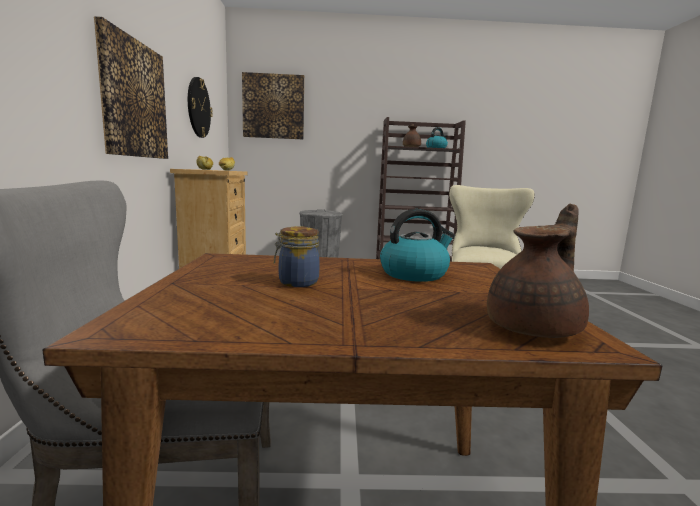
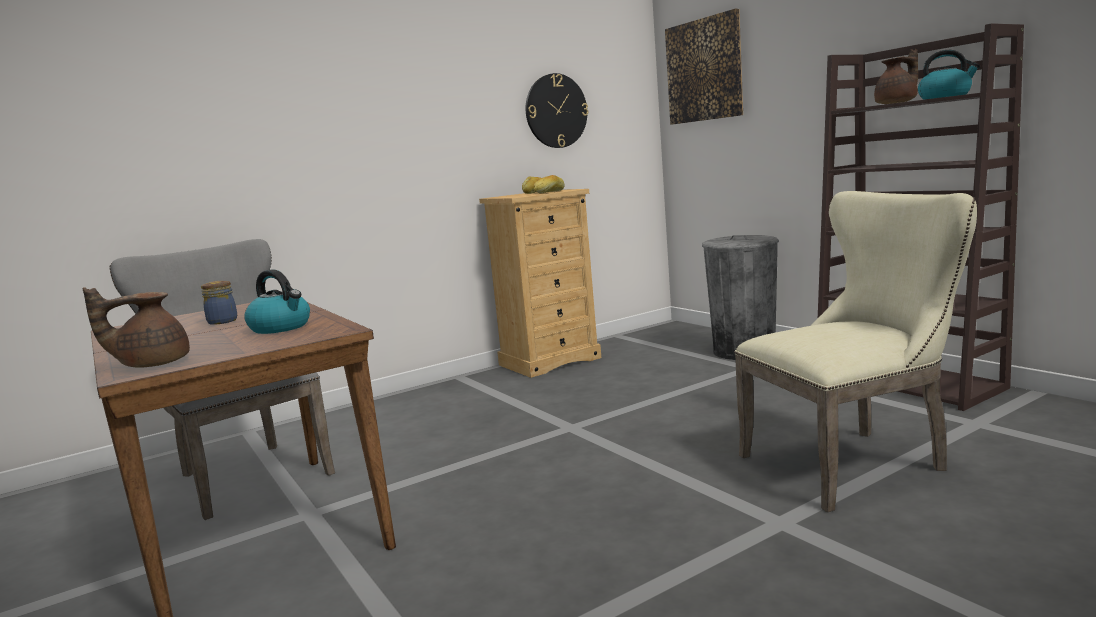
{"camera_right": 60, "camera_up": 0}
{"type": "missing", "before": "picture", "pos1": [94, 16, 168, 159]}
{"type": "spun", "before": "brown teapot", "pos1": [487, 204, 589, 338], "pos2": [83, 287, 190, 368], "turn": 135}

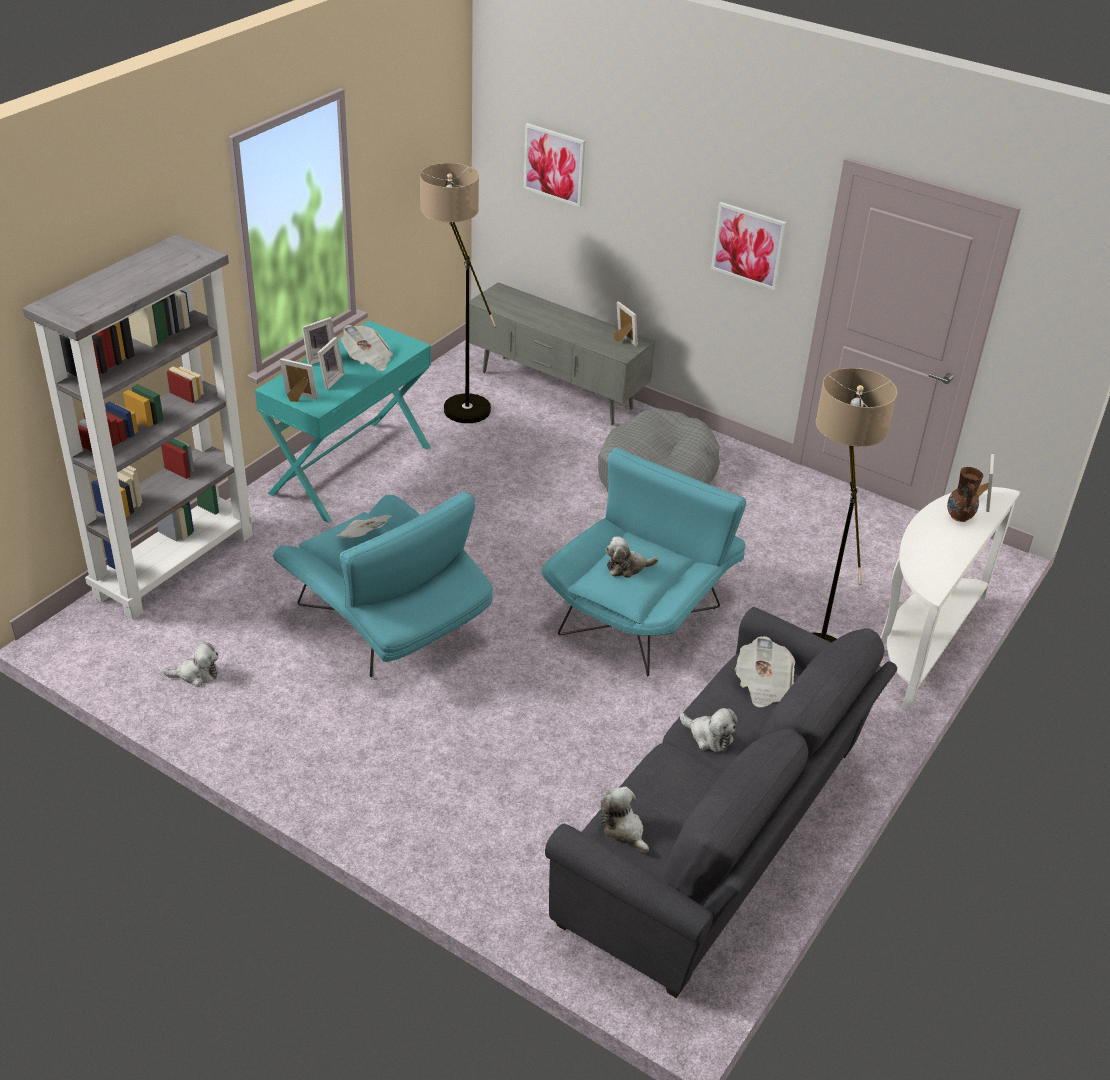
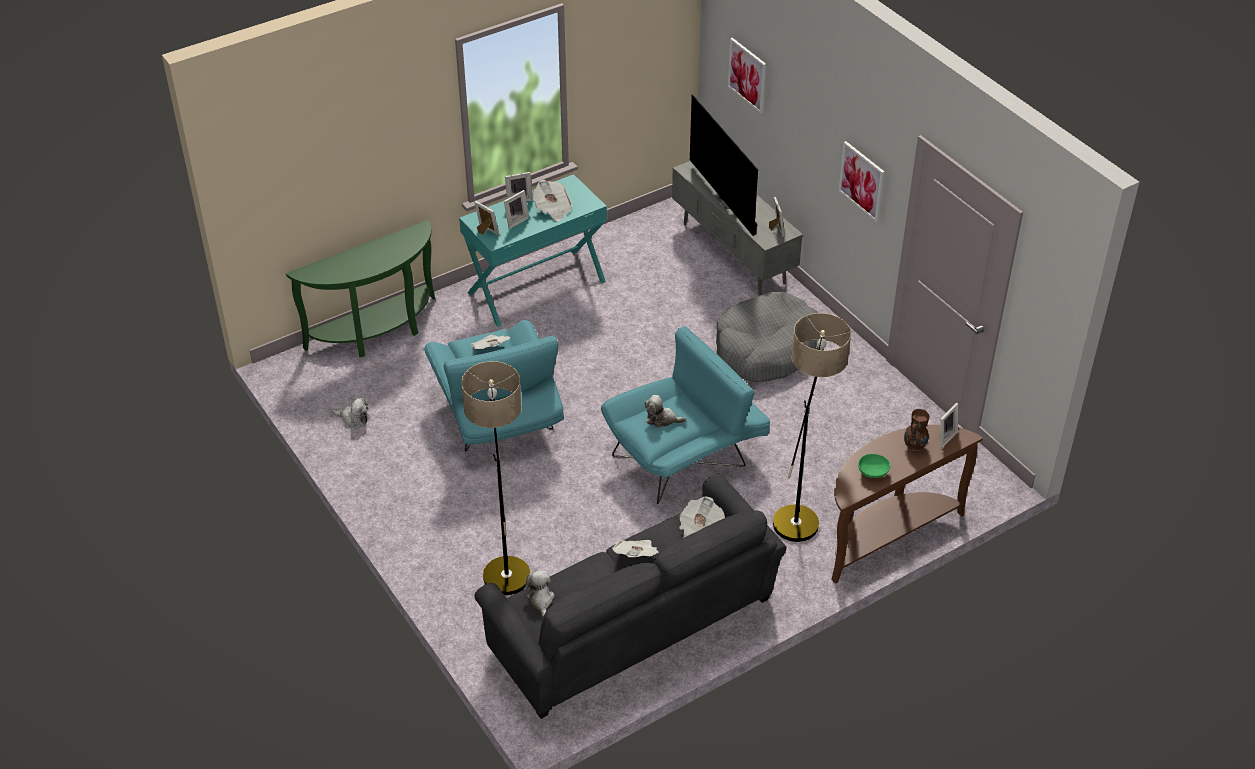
{"camera_right": 25, "camera_up": 5}
{"type": "relocated", "before": "floor lamp", "pos1": [420, 163, 496, 423], "pos2": [461, 361, 530, 595]}
{"type": "exchanged", "before": "grey bookcase", "after": "green console table", "pos1": [22, 234, 255, 620], "pos2": [286, 220, 435, 357]}
{"type": "colour", "before": "white console table", "after": "brown console table", "pos1": [880, 487, 1020, 711], "pos2": [831, 425, 983, 584]}
{"type": "exchanged", "before": "plush toy", "after": "newspaper", "pos1": [680, 708, 738, 752], "pos2": [612, 540, 659, 557]}
{"type": "appeared", "after": "television", "pos2": [690, 94, 758, 236]}
{"type": "appeared", "after": "green bowl", "pos2": [858, 454, 890, 478]}

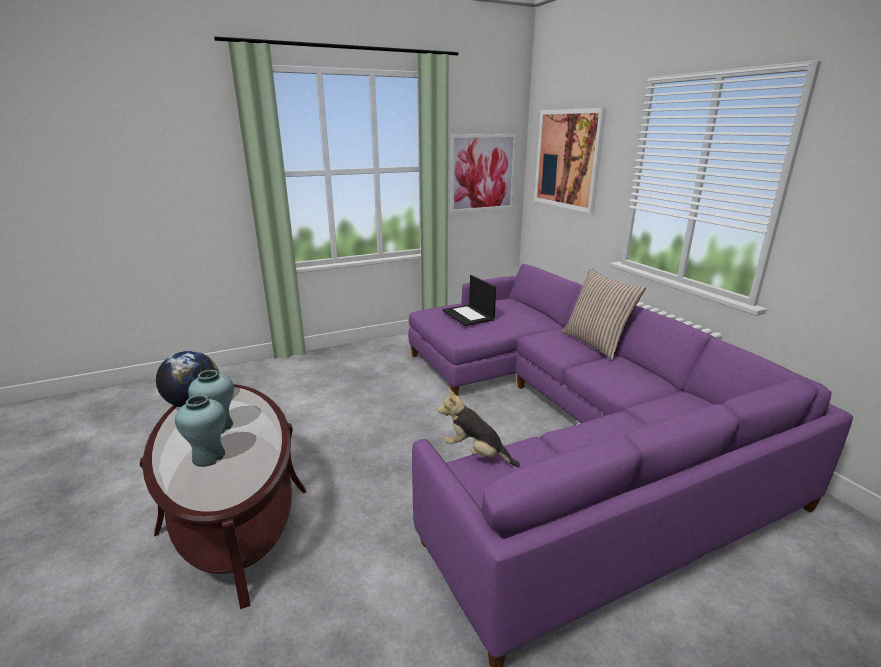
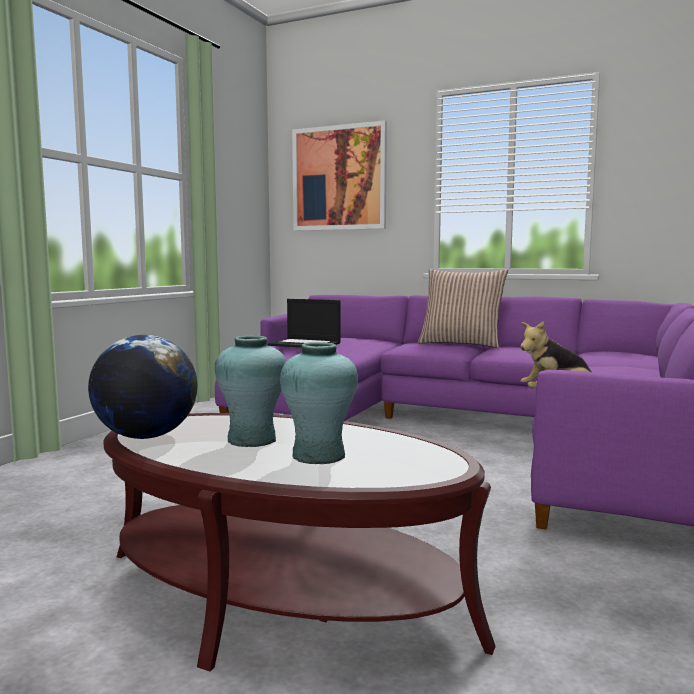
{"camera_right": -40, "camera_up": -15}
{"type": "missing", "before": "picture", "pos1": [450, 134, 517, 213]}

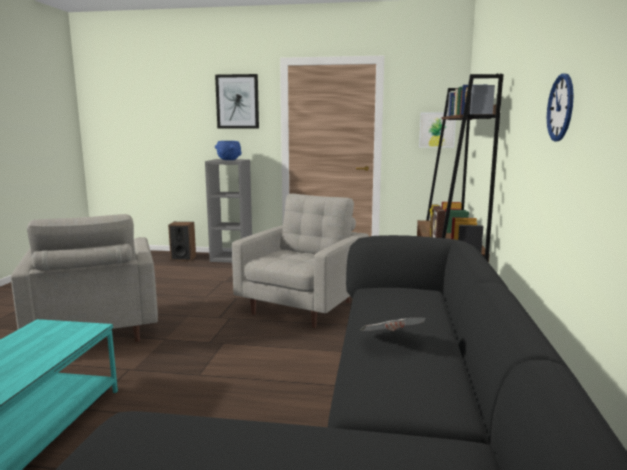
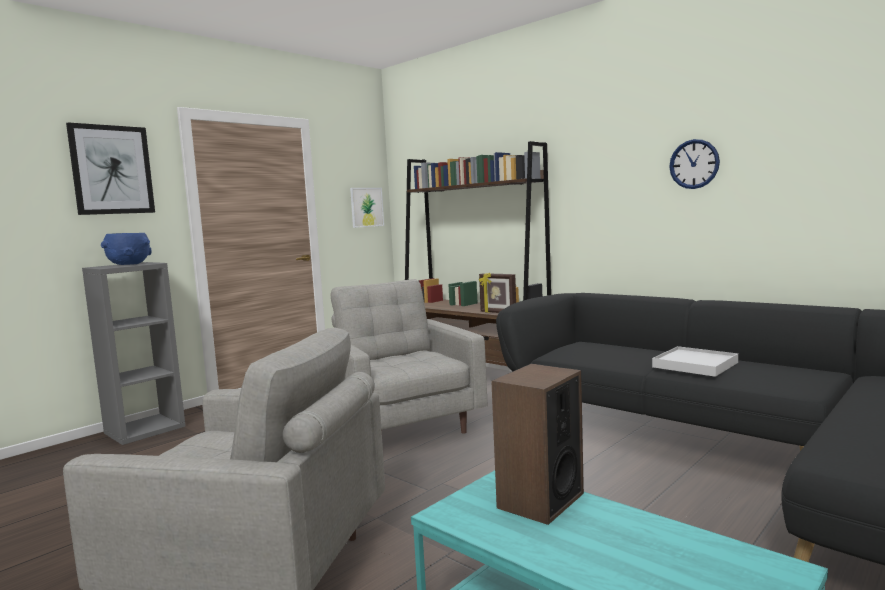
{"camera_right": -55, "camera_up": -5}
{"type": "relocated", "before": "speaker", "pos1": [168, 222, 196, 261], "pos2": [491, 364, 584, 525]}
{"type": "exchanged", "before": "newspaper", "after": "white tray", "pos1": [360, 317, 426, 331], "pos2": [652, 346, 738, 377]}

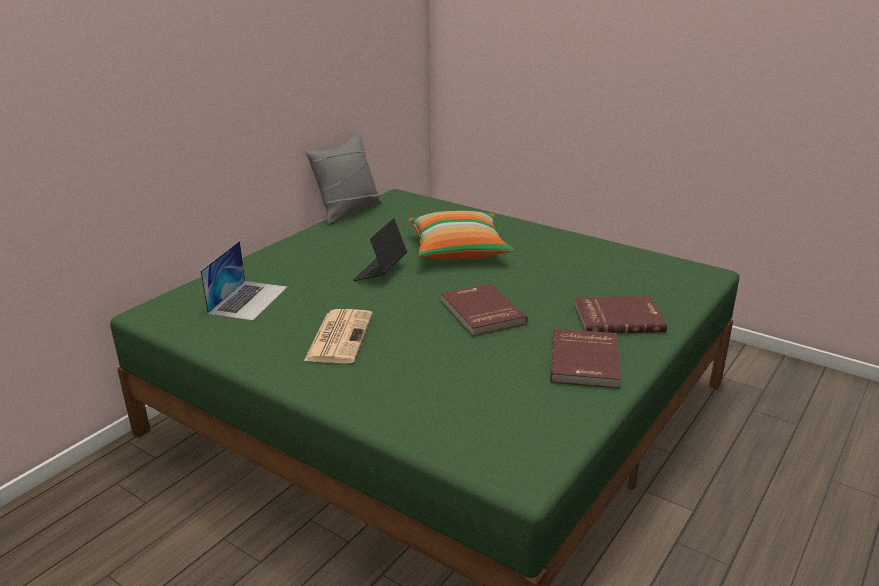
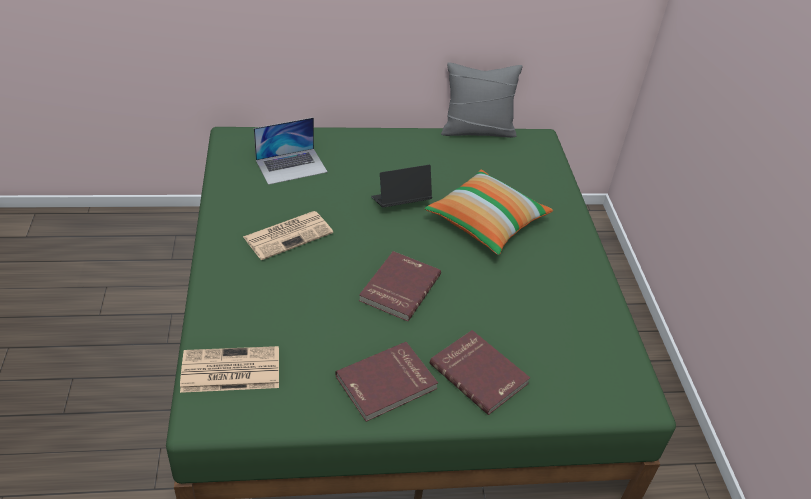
{"camera_right": 45, "camera_up": 15}
{"type": "appeared", "after": "newspaper", "pos2": [180, 346, 279, 393]}

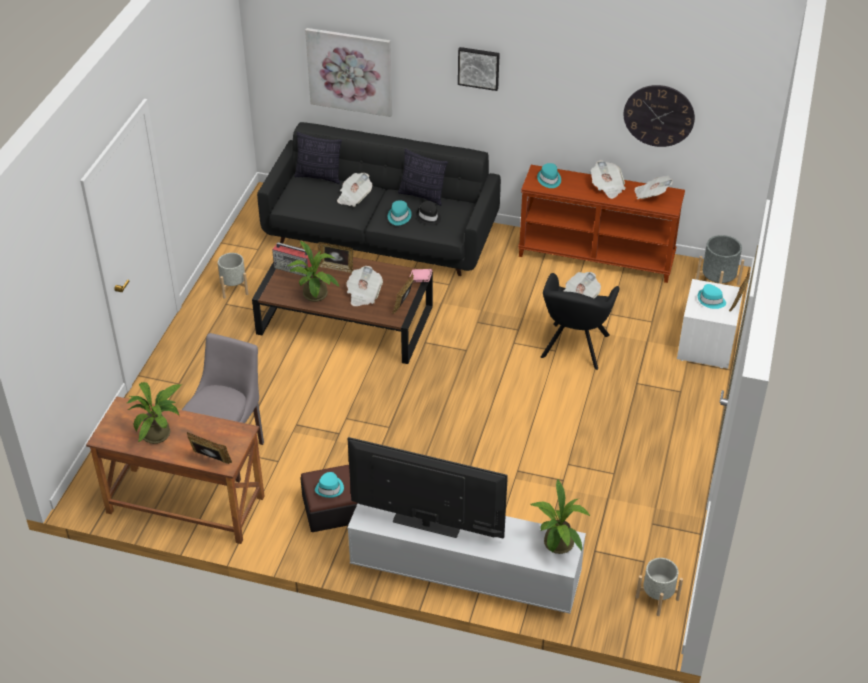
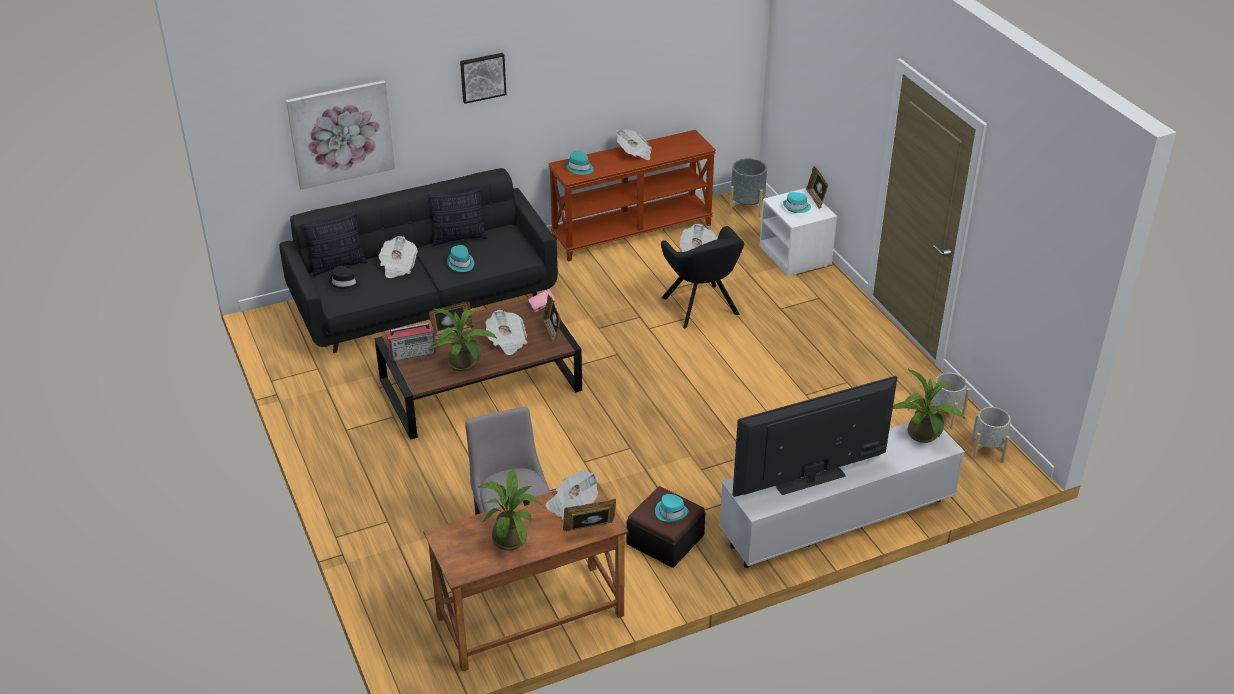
{"camera_right": -40, "camera_up": -5}
{"type": "missing", "before": "wall clock", "pos1": [624, 85, 695, 147]}
{"type": "relocated", "before": "newspaper", "pos1": [635, 176, 673, 199], "pos2": [546, 470, 599, 520]}
{"type": "relocated", "before": "black hat", "pos1": [416, 201, 441, 225], "pos2": [329, 266, 360, 291]}
{"type": "relocated", "before": "grey planter", "pos1": [217, 253, 248, 299], "pos2": [929, 373, 970, 429]}

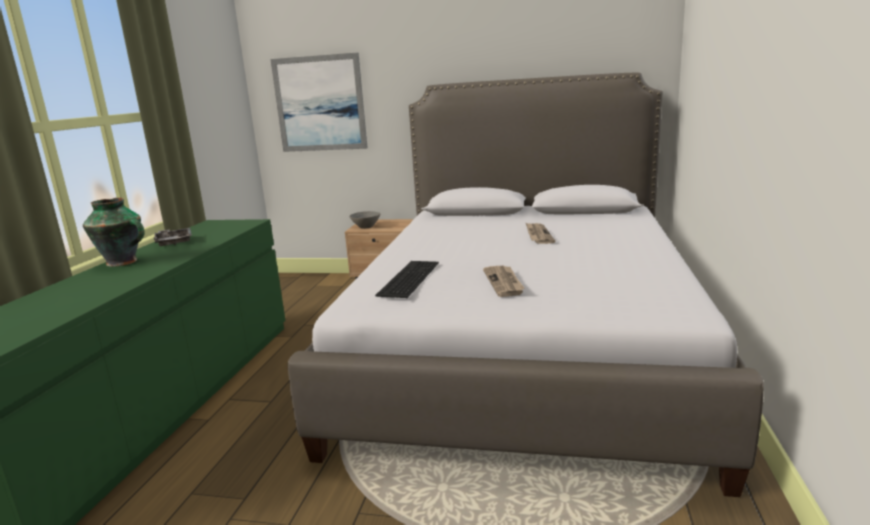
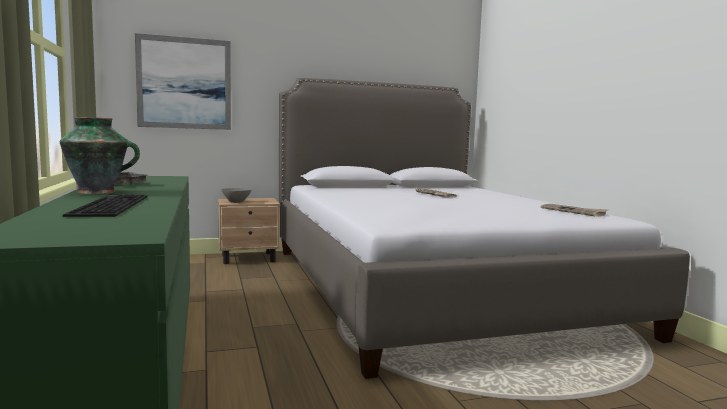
{"camera_right": -30, "camera_up": -10}
{"type": "relocated", "before": "keyboard", "pos1": [375, 261, 439, 298], "pos2": [63, 194, 147, 217]}
{"type": "relocated", "before": "newspaper", "pos1": [483, 266, 524, 297], "pos2": [540, 204, 609, 217]}

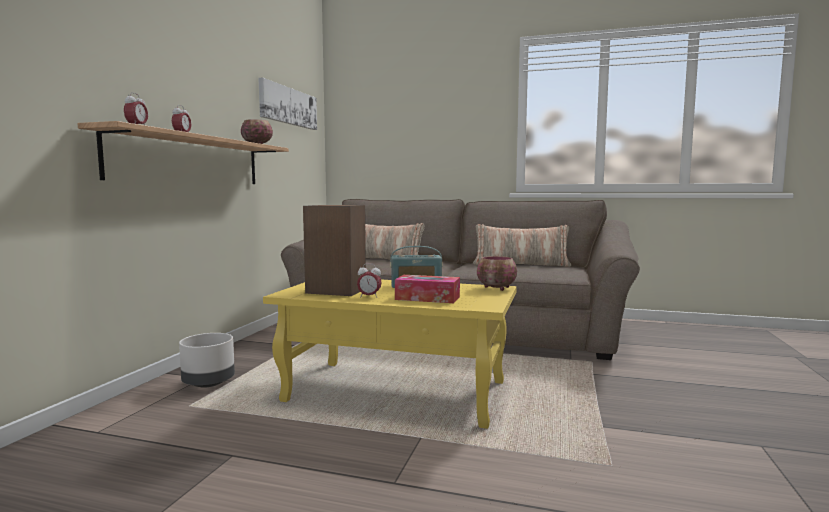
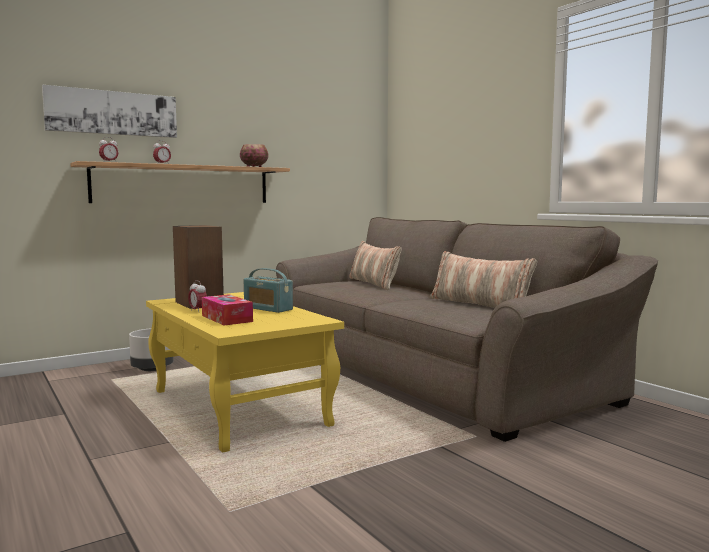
{"camera_right": 40, "camera_up": 0}
{"type": "relocated", "before": "picture", "pos1": [258, 78, 317, 130], "pos2": [42, 85, 177, 138]}
{"type": "missing", "before": "bowl", "pos1": [477, 256, 517, 291]}

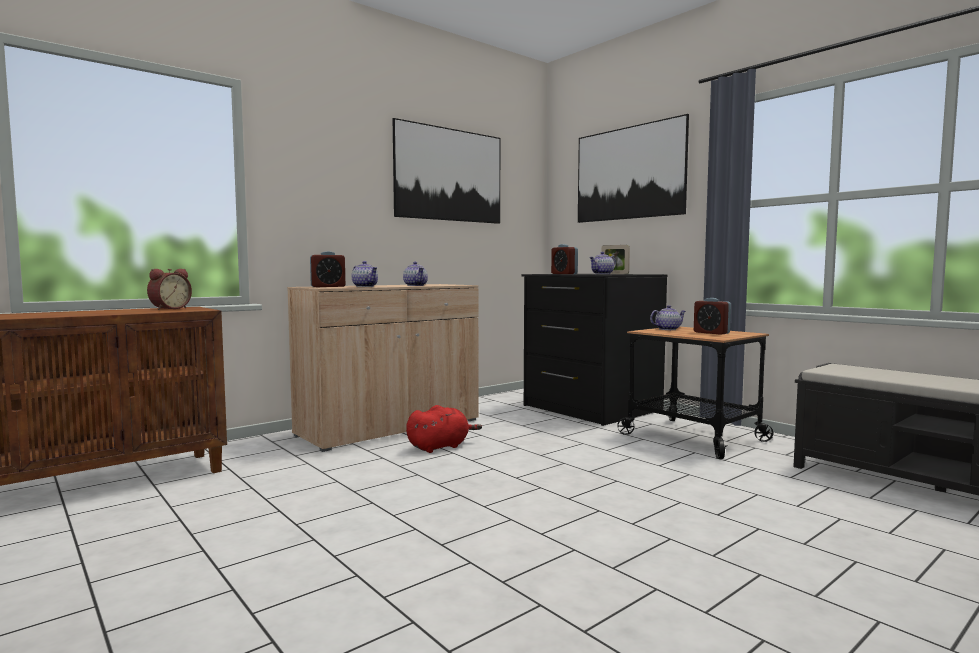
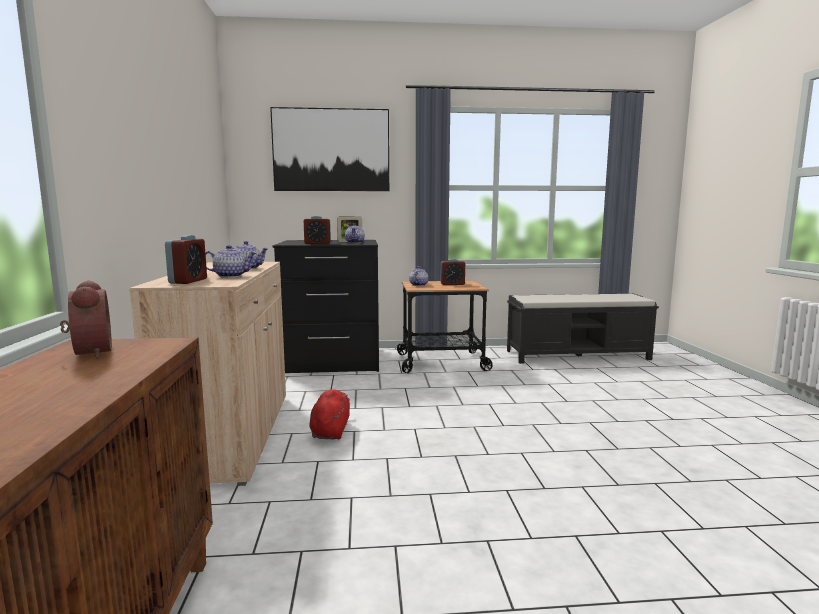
{"camera_right": -55, "camera_up": 5}
{"type": "missing", "before": "picture", "pos1": [393, 118, 500, 224]}

